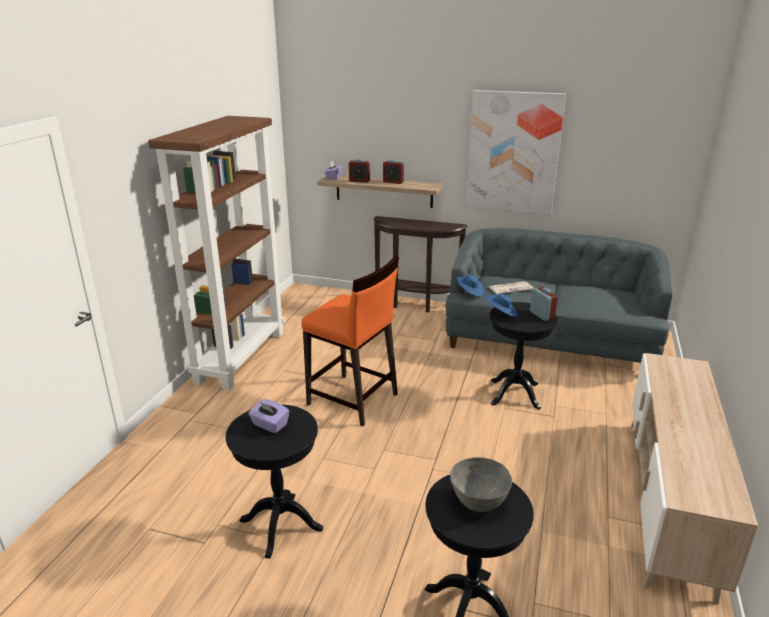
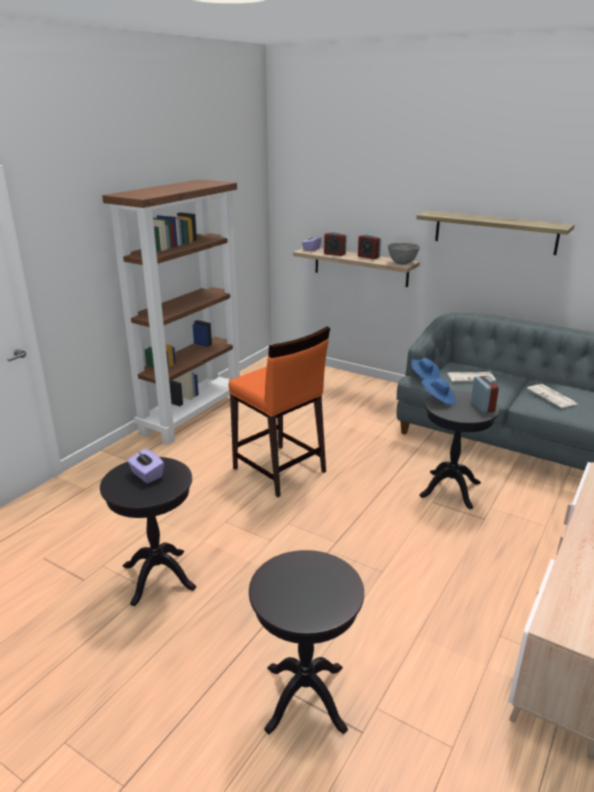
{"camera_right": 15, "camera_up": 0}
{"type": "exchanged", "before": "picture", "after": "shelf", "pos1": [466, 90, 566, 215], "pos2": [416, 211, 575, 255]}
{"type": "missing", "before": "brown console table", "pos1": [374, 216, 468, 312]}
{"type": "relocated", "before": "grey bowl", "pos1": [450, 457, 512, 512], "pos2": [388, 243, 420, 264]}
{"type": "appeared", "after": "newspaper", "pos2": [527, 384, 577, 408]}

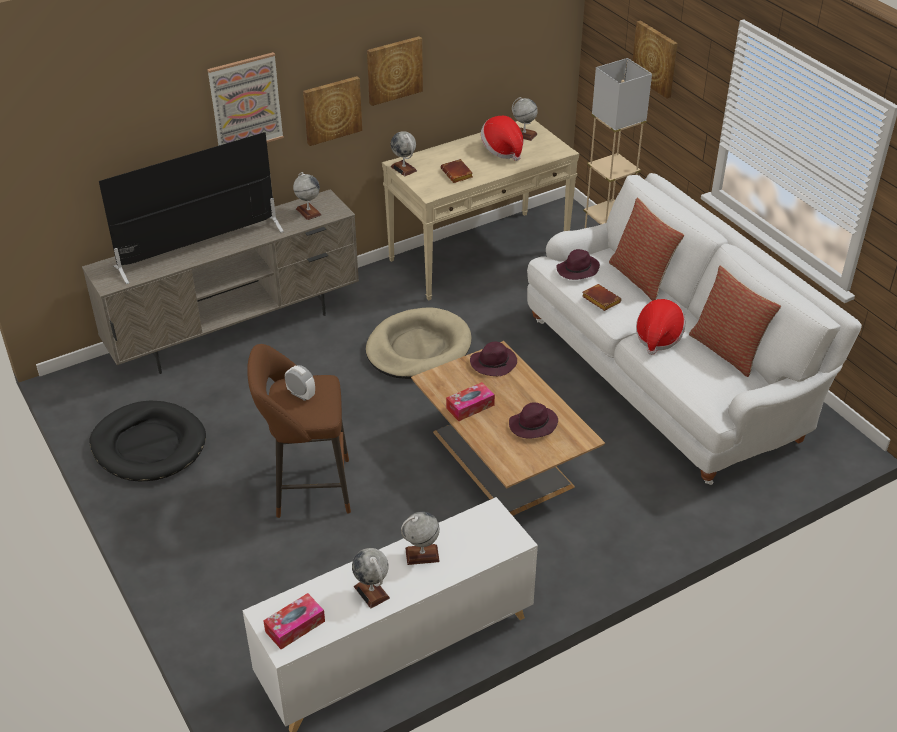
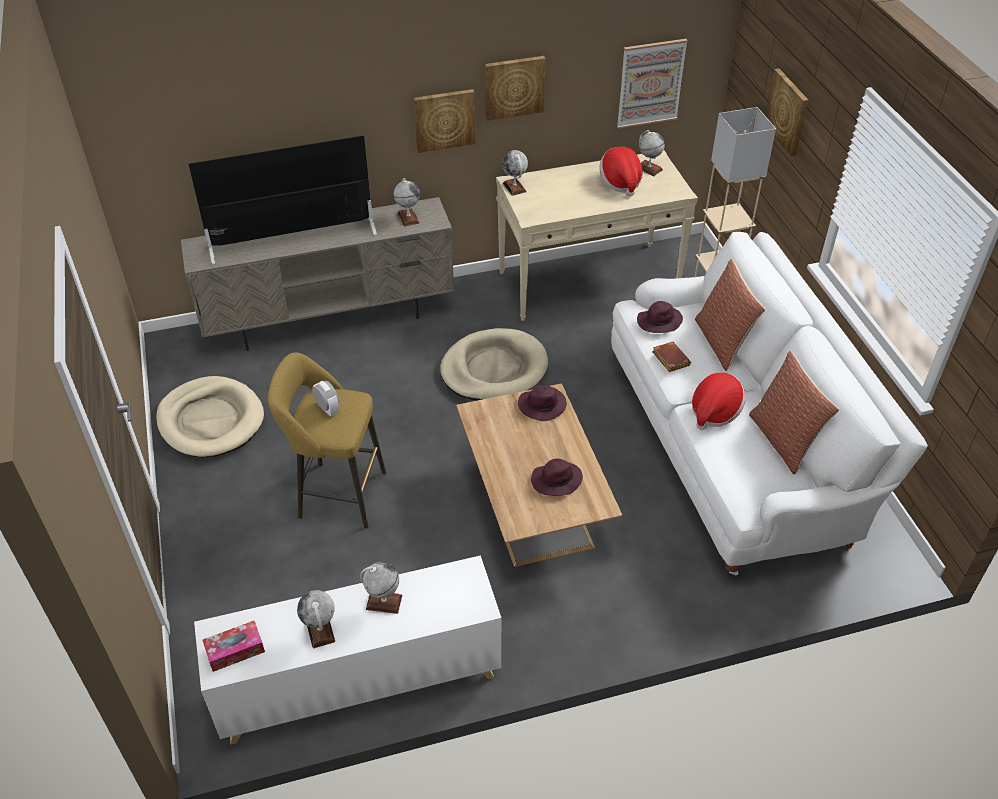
{"camera_right": 15, "camera_up": 5}
{"type": "relocated", "before": "picture", "pos1": [207, 52, 284, 146], "pos2": [617, 39, 688, 129]}
{"type": "missing", "before": "brown book", "pos1": [441, 159, 473, 183]}
{"type": "colour", "before": "brown stool", "after": "yellow stool", "pos1": [247, 344, 351, 518], "pos2": [268, 352, 386, 529]}
{"type": "missing", "before": "tissue box", "pos1": [446, 382, 495, 421]}
{"type": "colour", "before": "black dog bed", "after": "beige dog bed", "pos1": [90, 400, 206, 482], "pos2": [156, 376, 264, 457]}

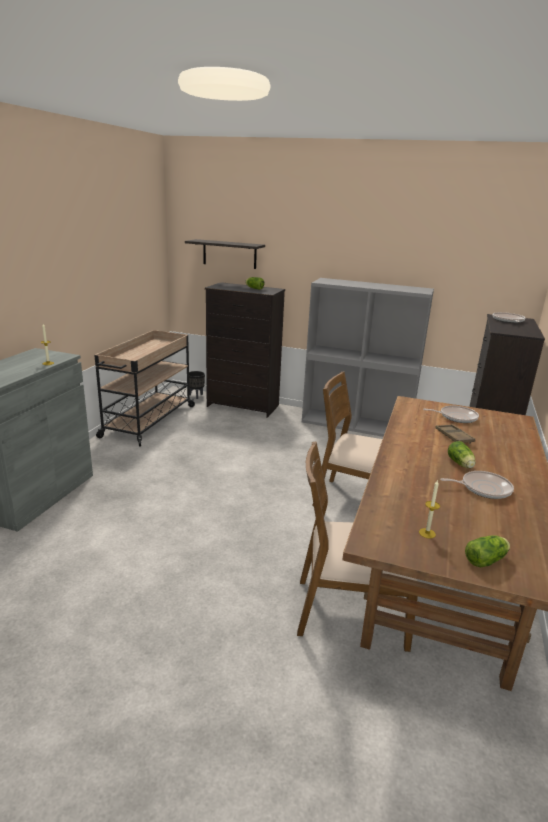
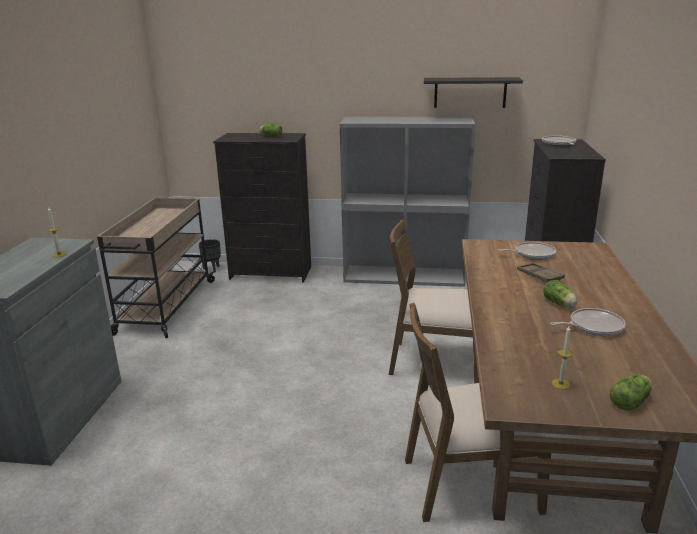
{"camera_right": -10, "camera_up": 0}
{"type": "relocated", "before": "shelf", "pos1": [185, 239, 265, 269], "pos2": [424, 77, 523, 108]}

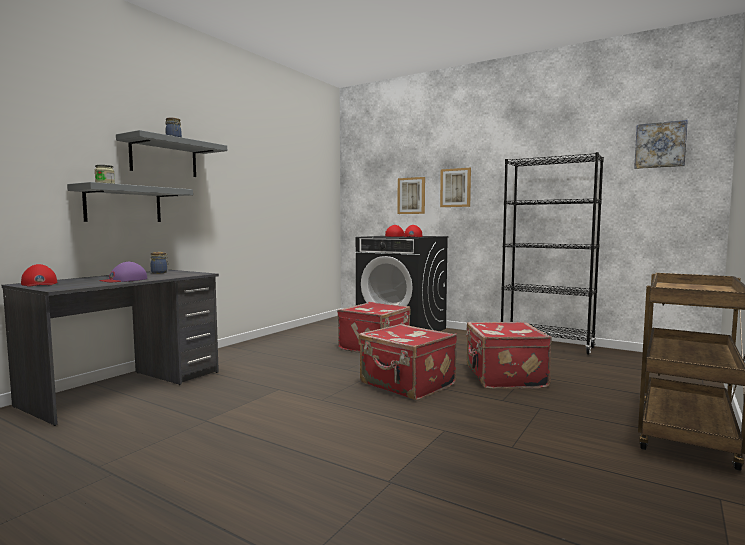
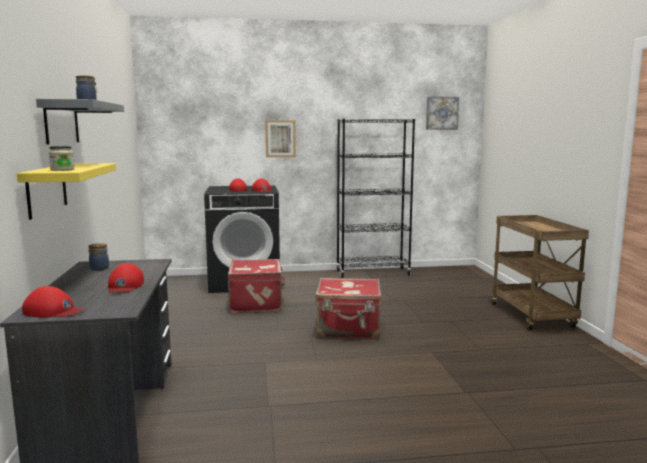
{"camera_right": -40, "camera_up": 5}
{"type": "missing", "before": "picture", "pos1": [397, 177, 425, 214]}
{"type": "colour", "before": "grey shelf", "after": "yellow shelf", "pos1": [67, 182, 193, 222], "pos2": [17, 163, 116, 220]}
{"type": "colour", "before": "purple cap", "after": "red cap", "pos1": [99, 262, 147, 282], "pos2": [108, 263, 144, 293]}
{"type": "missing", "before": "red suitcase", "pos1": [466, 322, 552, 389]}

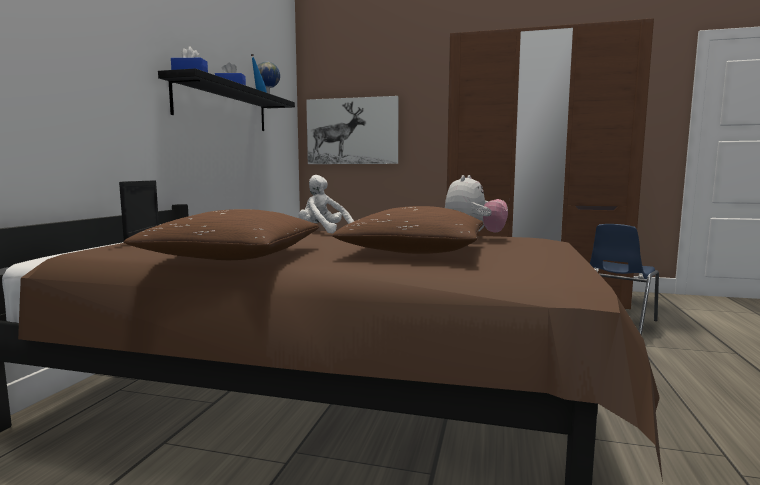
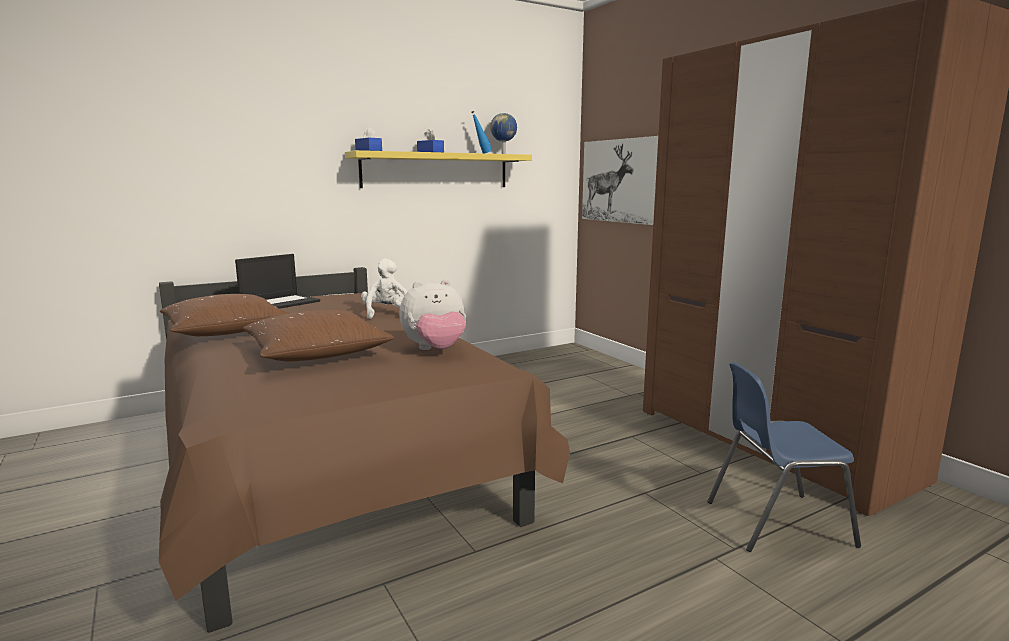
{"camera_right": 45, "camera_up": 5}
{"type": "colour", "before": "black shelf", "after": "yellow shelf", "pos1": [158, 68, 295, 131], "pos2": [345, 150, 532, 188]}

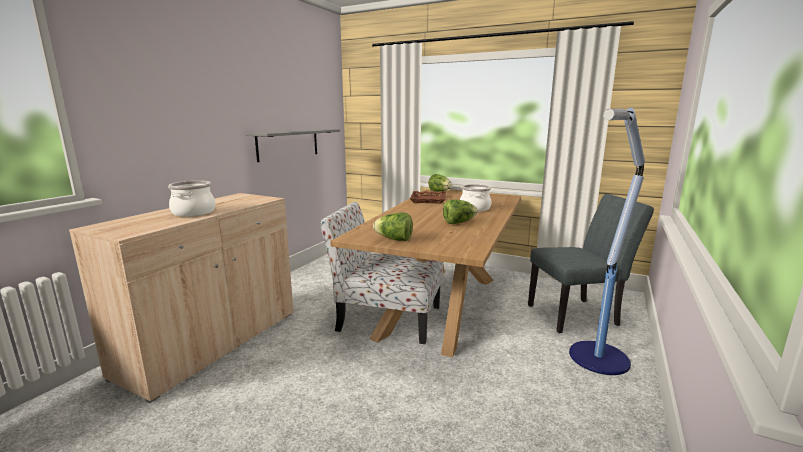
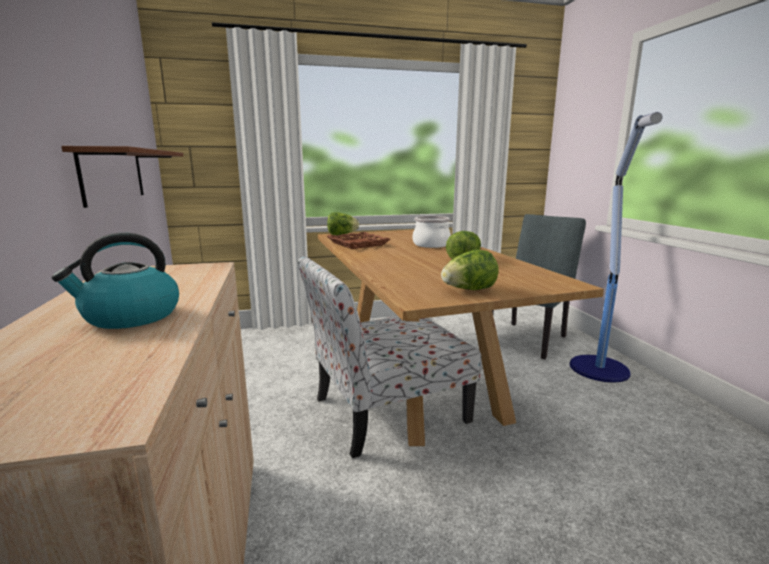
{"camera_right": -40, "camera_up": 0}
{"type": "colour", "before": "grey shelf", "after": "brown shelf", "pos1": [246, 129, 340, 162], "pos2": [61, 146, 183, 208]}
{"type": "exchanged", "before": "cooking pot", "after": "kettle", "pos1": [168, 181, 215, 217], "pos2": [52, 233, 179, 329]}

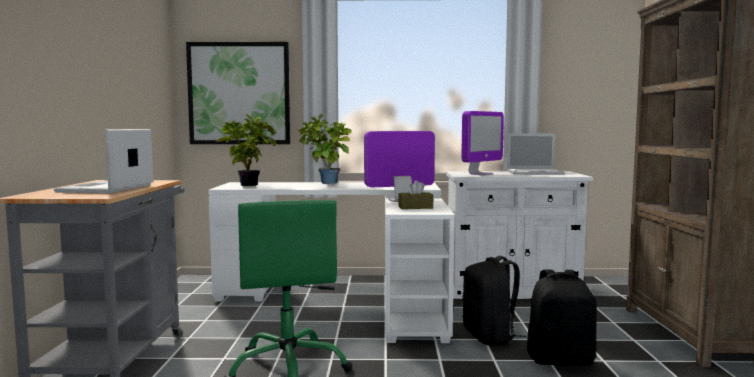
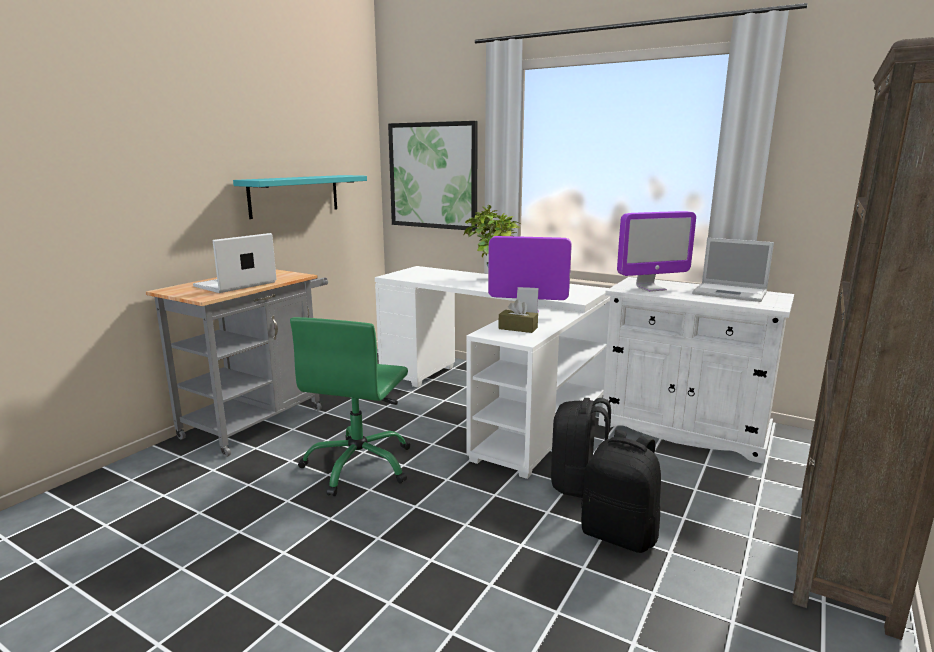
{"camera_right": 30, "camera_up": 10}
{"type": "missing", "before": "potted plant", "pos1": [216, 114, 277, 186]}
{"type": "appeared", "after": "turquoise shelf", "pos2": [233, 175, 367, 219]}

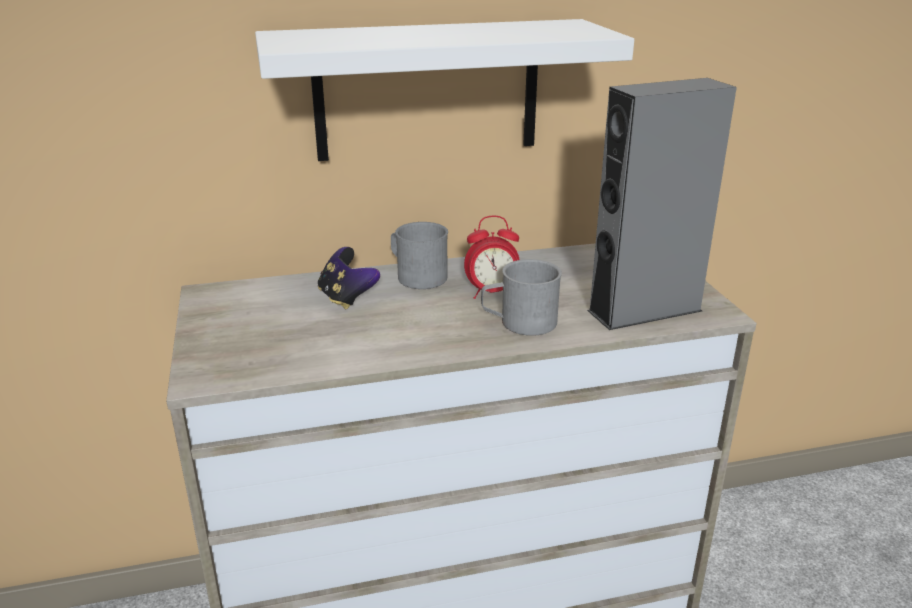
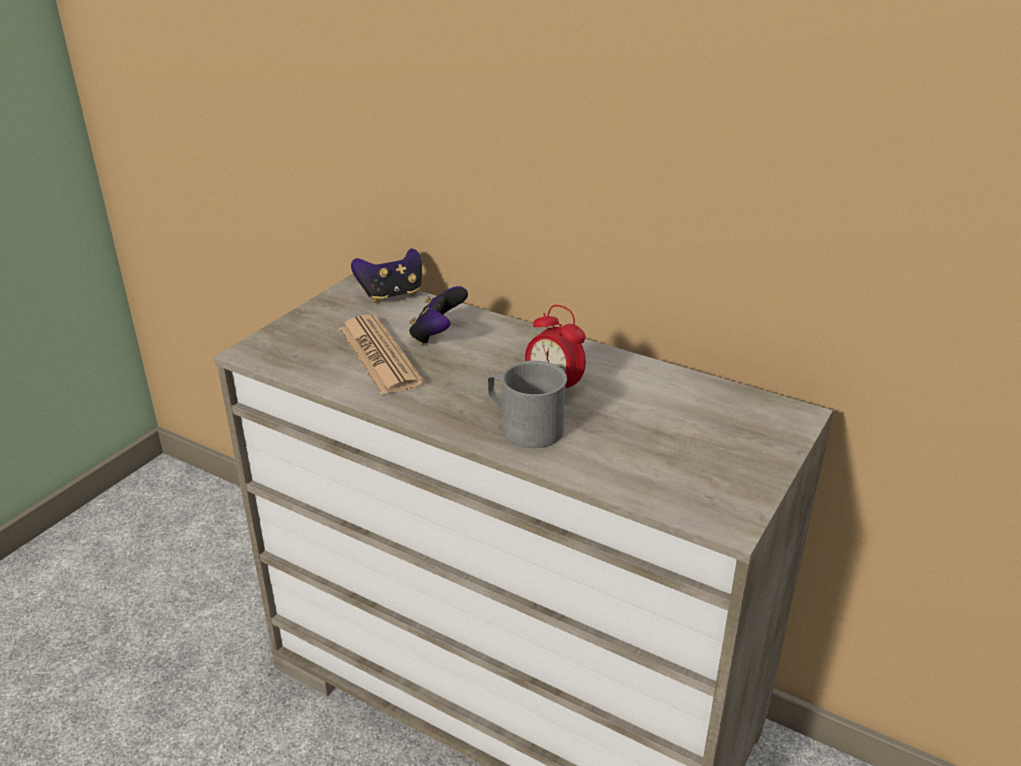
{"camera_right": 45, "camera_up": 5}
{"type": "missing", "before": "white shelf", "pos1": [255, 19, 634, 161]}
{"type": "missing", "before": "grey speaker", "pos1": [587, 78, 737, 330]}
{"type": "missing", "before": "grey mug", "pos1": [391, 222, 448, 289]}
{"type": "appeared", "after": "game controller", "pos2": [351, 248, 422, 303]}
{"type": "appeared", "after": "newspaper", "pos2": [339, 315, 424, 395]}

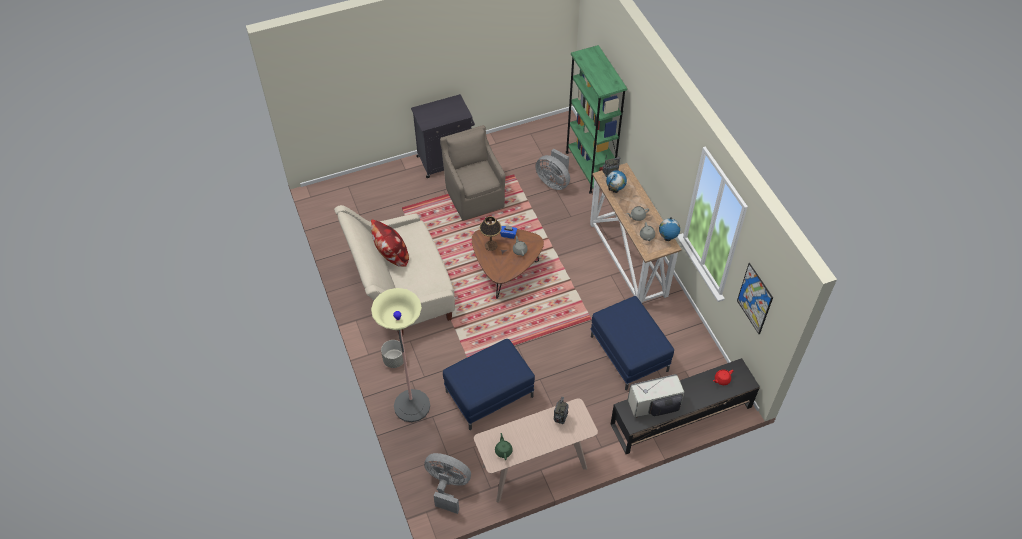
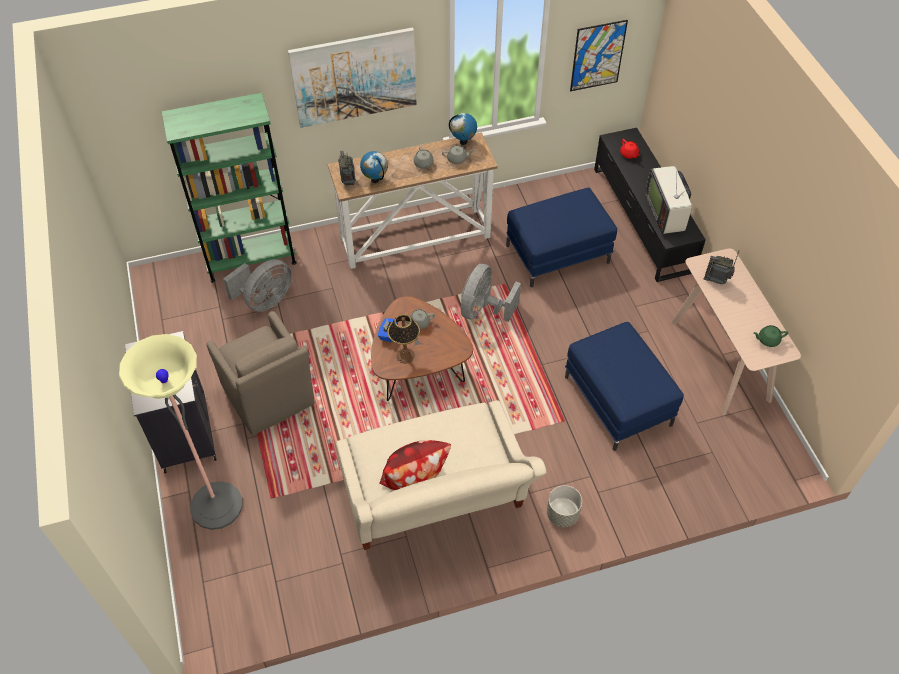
{"camera_right": -85, "camera_up": 0}
{"type": "spun", "before": "brown armchair", "pos1": [440, 125, 505, 221], "pos2": [206, 311, 315, 435], "turn": -105}
{"type": "relocated", "before": "floor lamp", "pos1": [371, 288, 430, 422], "pos2": [119, 334, 243, 530]}
{"type": "relocated", "before": "grey fan", "pos1": [424, 453, 471, 514], "pos2": [461, 264, 521, 322]}
{"type": "appeared", "after": "picture", "pos2": [288, 28, 417, 128]}

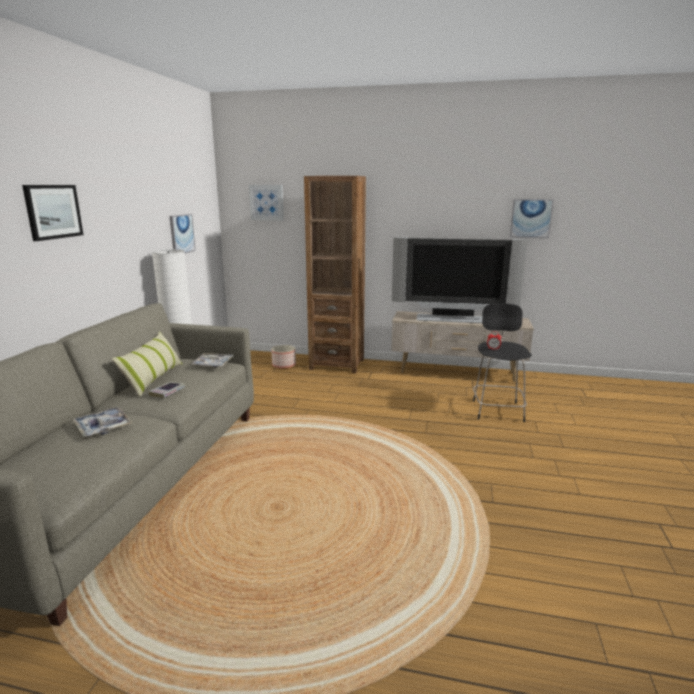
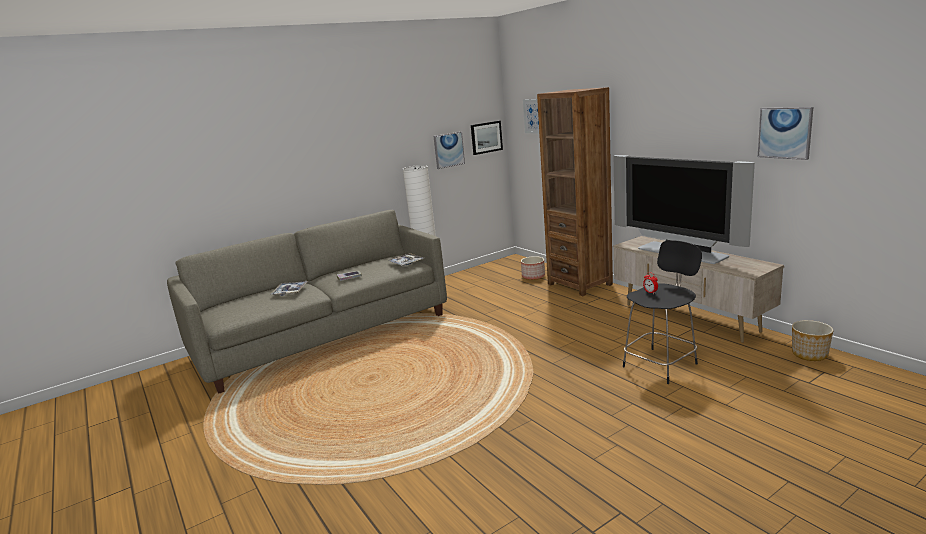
{"camera_right": 45, "camera_up": 0}
{"type": "relocated", "before": "picture", "pos1": [22, 185, 84, 241], "pos2": [471, 121, 503, 155]}
{"type": "missing", "before": "pillow", "pos1": [112, 331, 182, 397]}
{"type": "appeared", "after": "planter", "pos2": [792, 320, 833, 361]}

